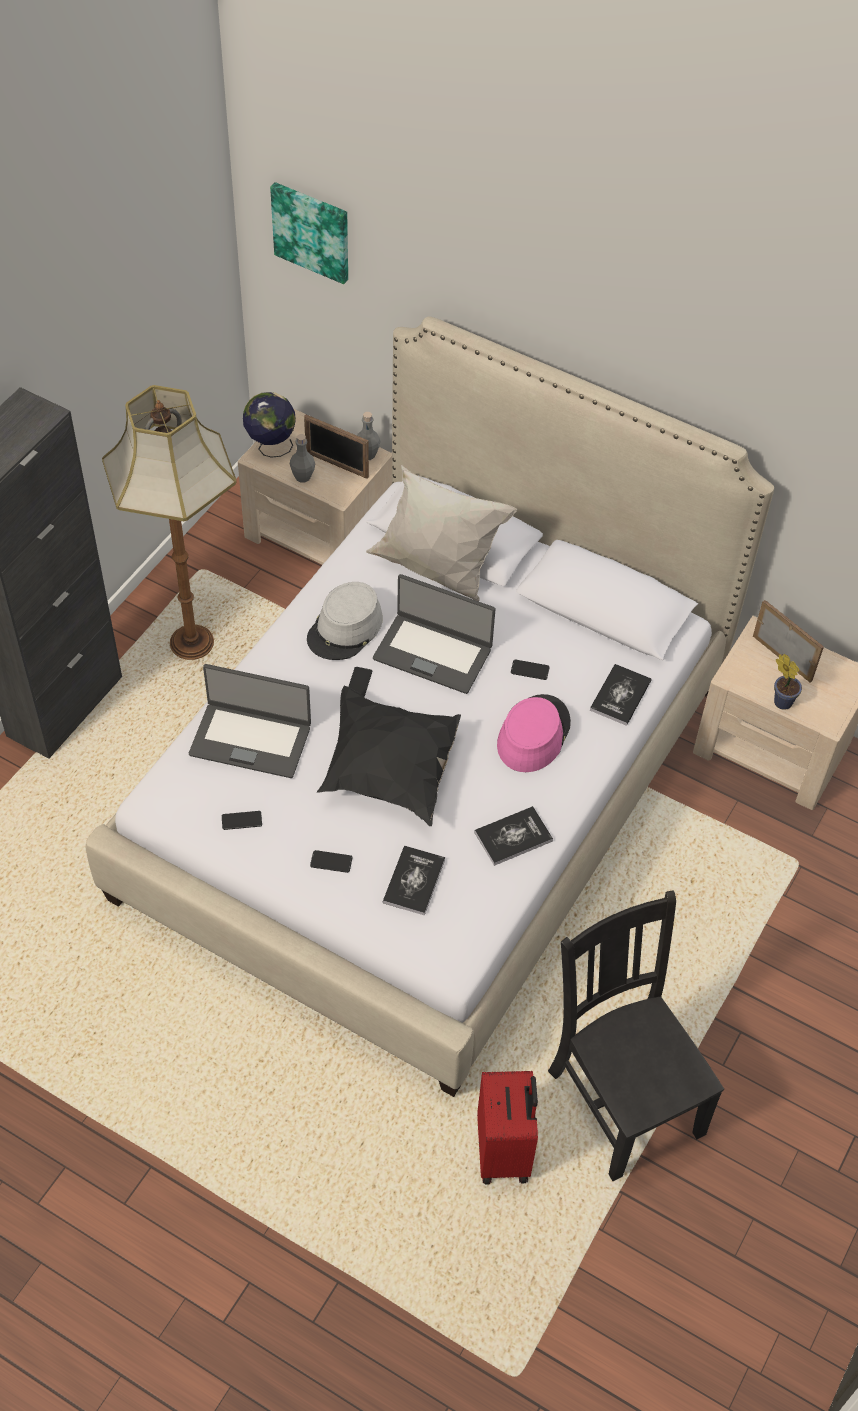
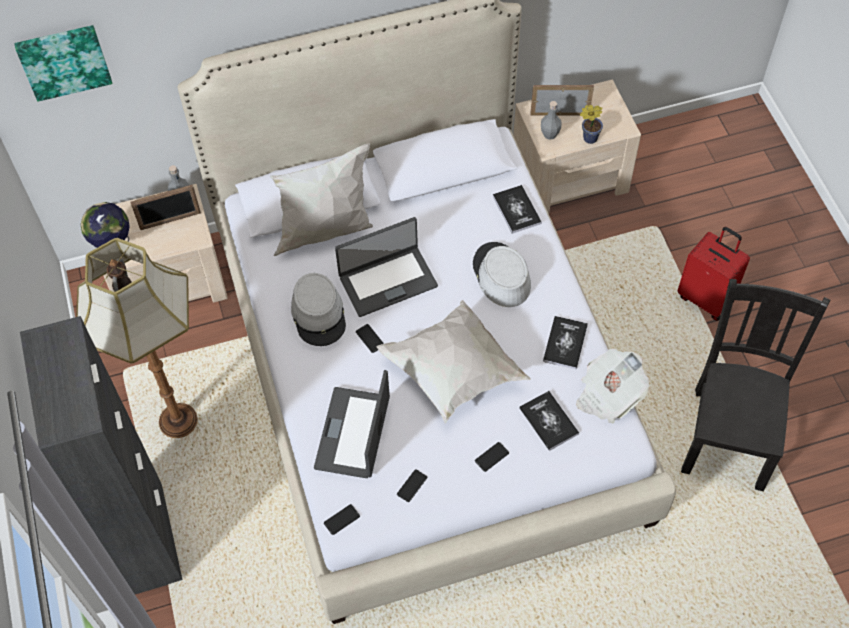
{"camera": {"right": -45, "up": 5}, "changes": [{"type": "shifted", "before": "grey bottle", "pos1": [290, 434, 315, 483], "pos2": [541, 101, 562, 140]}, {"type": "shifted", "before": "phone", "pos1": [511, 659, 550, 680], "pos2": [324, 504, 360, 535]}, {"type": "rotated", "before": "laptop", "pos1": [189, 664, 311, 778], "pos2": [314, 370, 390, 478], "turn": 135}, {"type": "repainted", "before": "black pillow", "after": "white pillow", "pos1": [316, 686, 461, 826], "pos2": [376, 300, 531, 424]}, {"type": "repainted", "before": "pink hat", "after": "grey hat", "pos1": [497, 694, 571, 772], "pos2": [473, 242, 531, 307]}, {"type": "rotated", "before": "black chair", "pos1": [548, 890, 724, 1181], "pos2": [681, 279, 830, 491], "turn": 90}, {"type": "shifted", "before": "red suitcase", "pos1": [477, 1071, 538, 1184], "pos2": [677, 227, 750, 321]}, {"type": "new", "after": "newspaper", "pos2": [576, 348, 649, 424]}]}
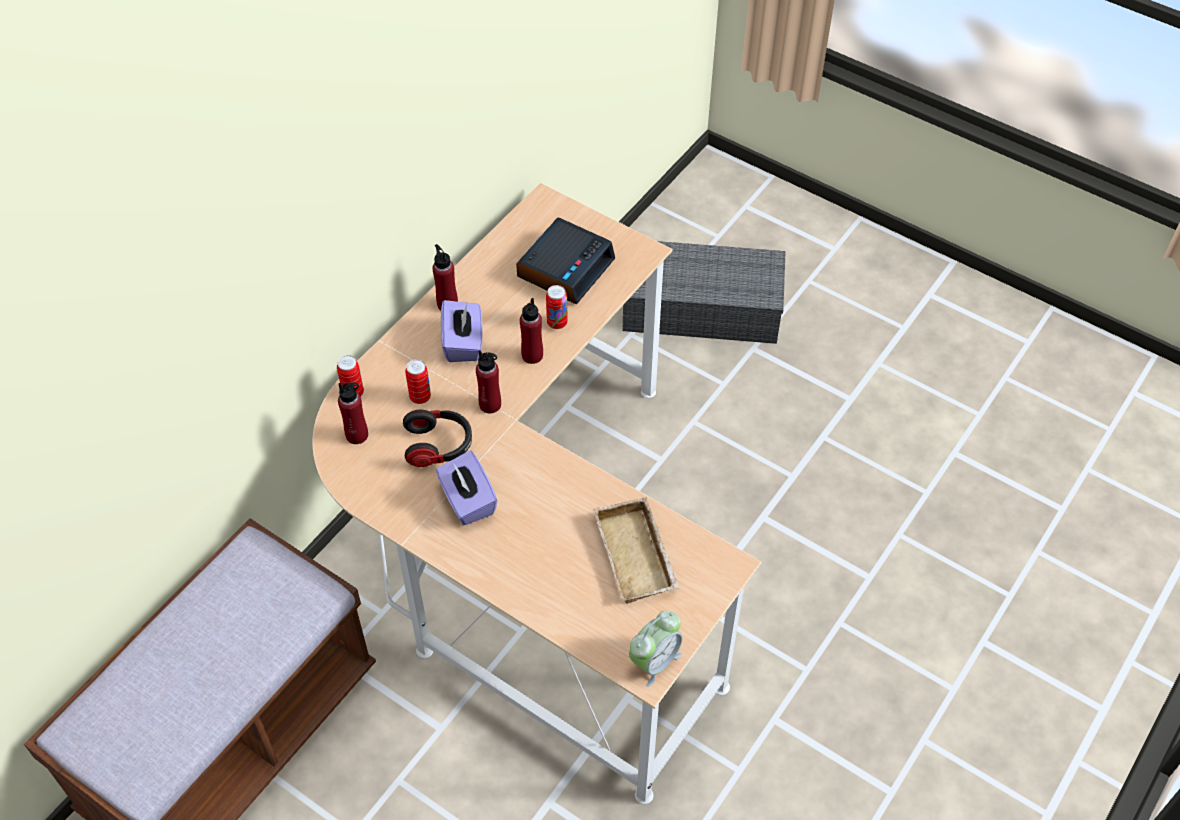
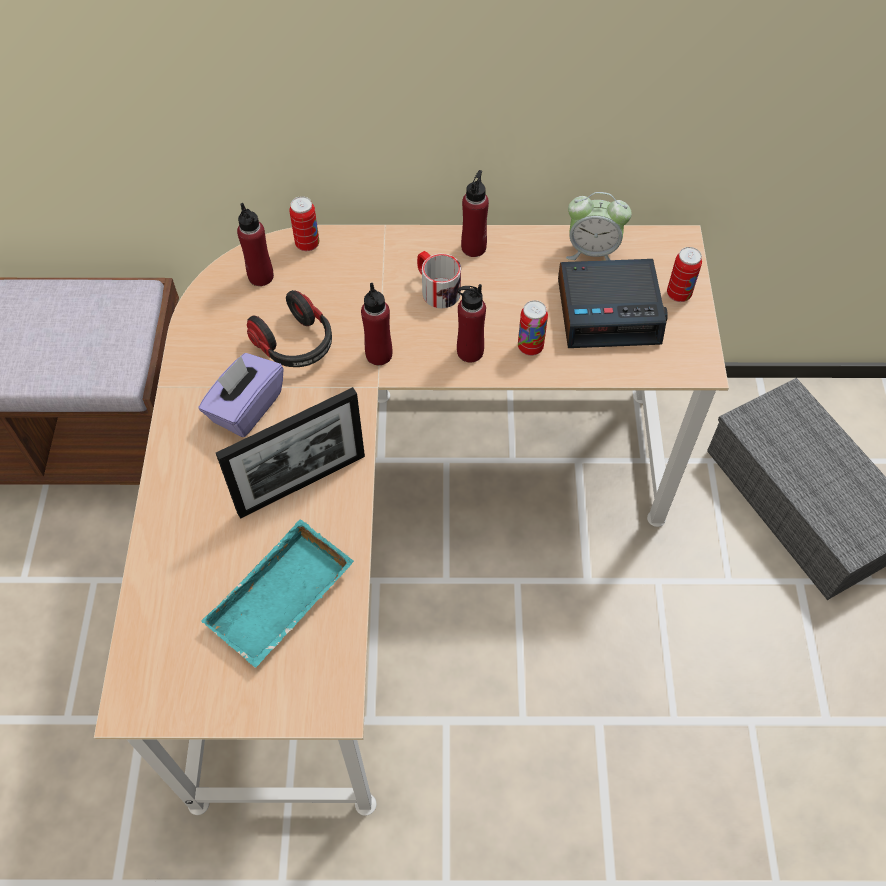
{"camera": {"right": 55, "up": 5}, "changes": [{"type": "swapped", "before": "purple tissue box", "after": "mug", "pos1": [441, 300, 482, 362], "pos2": [417, 251, 461, 308]}, {"type": "shifted", "before": "can", "pos1": [405, 359, 431, 404], "pos2": [667, 247, 702, 302]}, {"type": "repainted", "before": "beige tray", "after": "turquoise tray", "pos1": [593, 497, 679, 604], "pos2": [201, 519, 354, 668]}, {"type": "shifted", "before": "alarm clock", "pos1": [629, 611, 683, 687], "pos2": [566, 192, 632, 260]}, {"type": "new", "after": "picture frame", "pos2": [216, 387, 365, 519]}]}
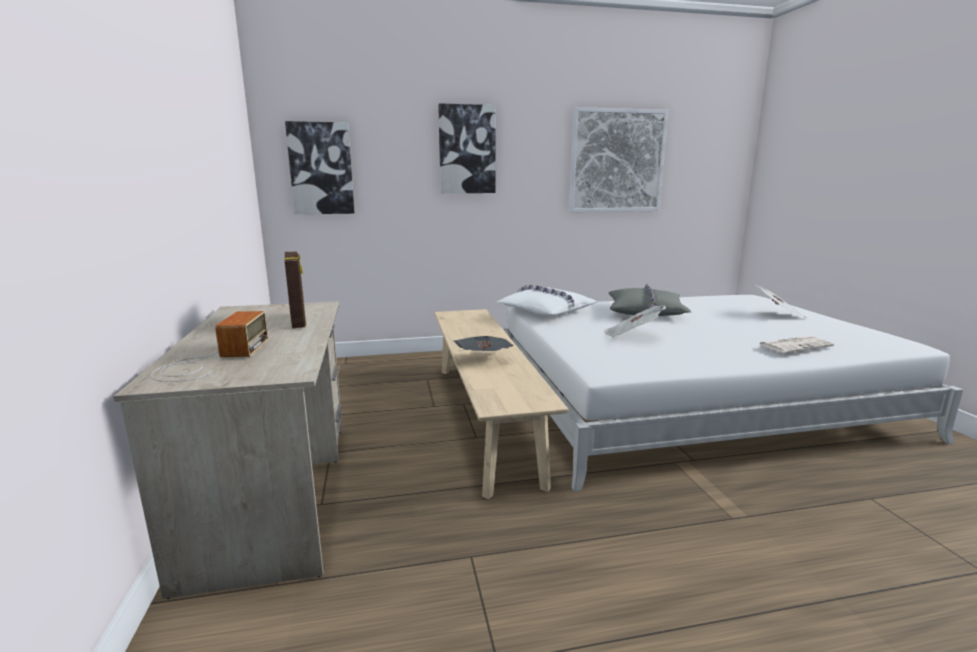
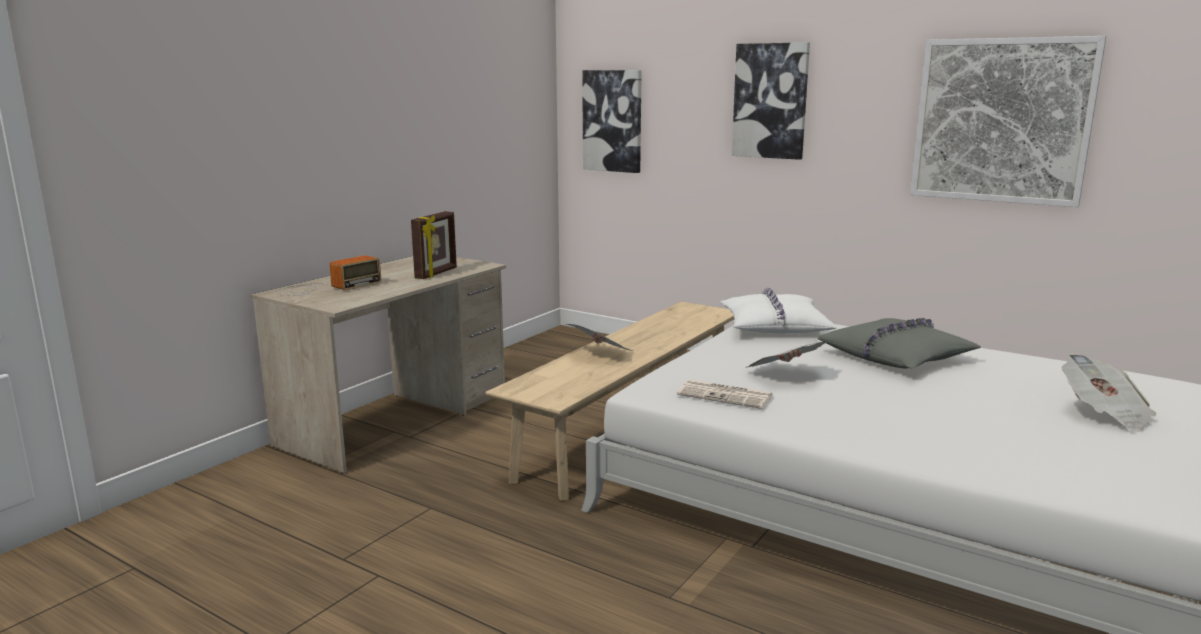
{"camera": {"right": 45, "up": 0}, "changes": [{"type": "shifted", "before": "newspaper", "pos1": [759, 336, 834, 353], "pos2": [677, 380, 773, 409]}]}
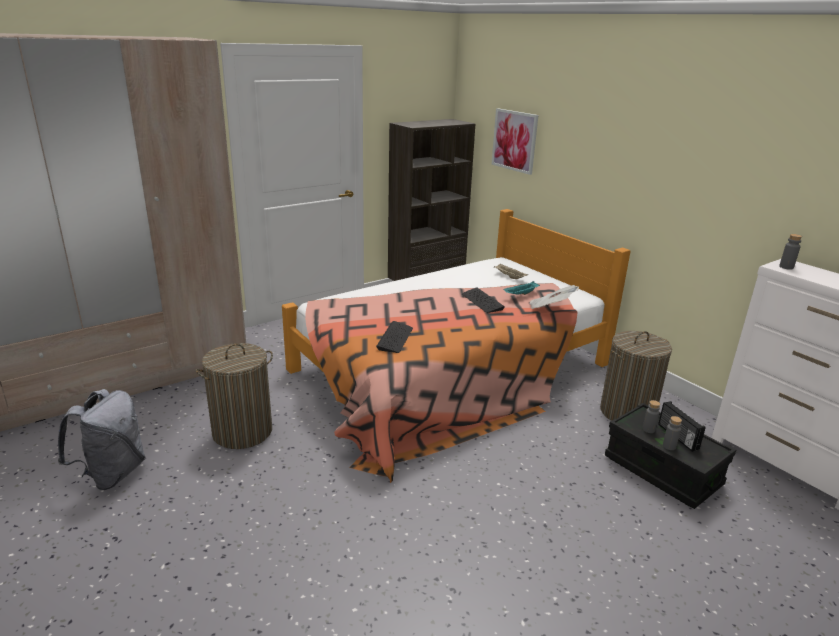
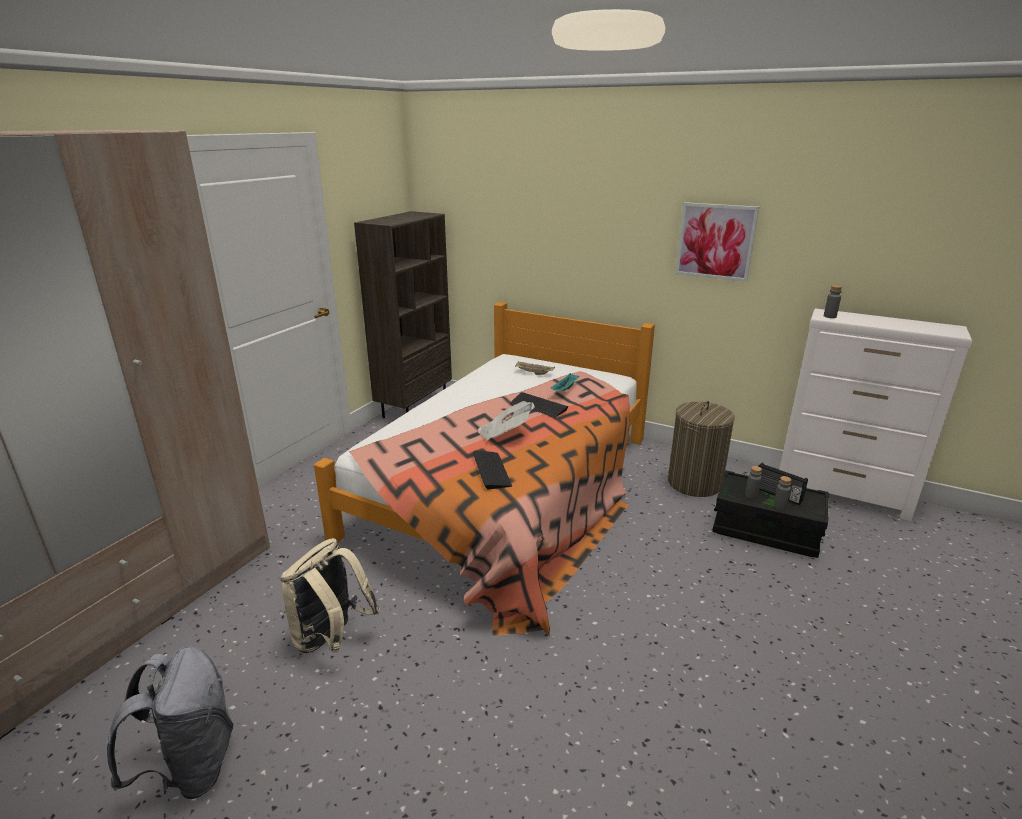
{"camera": {"right": -25, "up": 0}, "changes": [{"type": "shifted", "before": "picture", "pos1": [492, 108, 538, 175], "pos2": [675, 202, 759, 282]}, {"type": "shifted", "before": "newspaper", "pos1": [530, 285, 579, 309], "pos2": [477, 401, 535, 441]}, {"type": "swapped", "before": "laundry basket", "after": "beige backpack", "pos1": [196, 343, 273, 449], "pos2": [280, 538, 380, 653]}]}
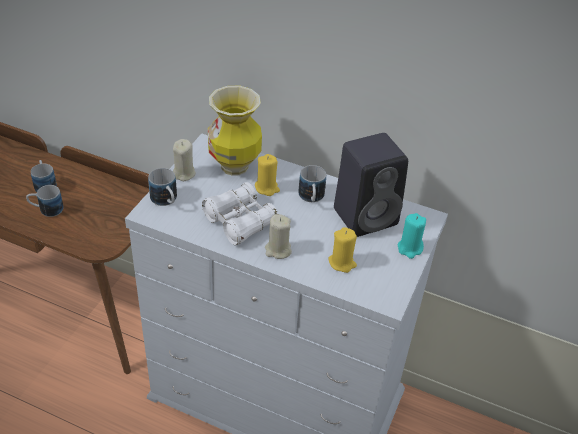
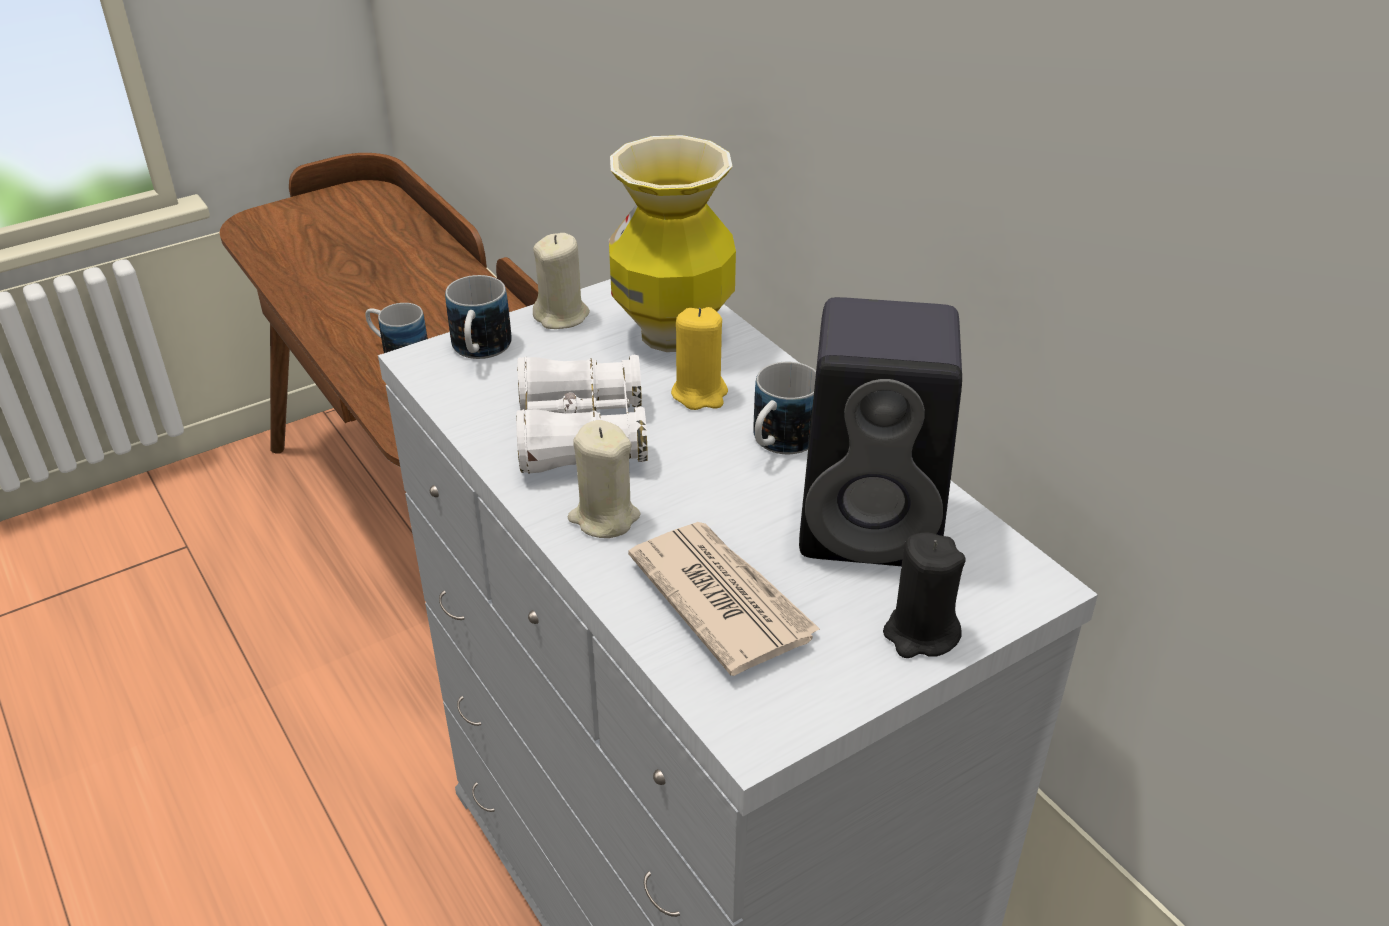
{"camera": {"right": 35, "up": -5}, "changes": [{"type": "gone", "before": "mug", "pos1": [31, 160, 57, 192]}, {"type": "repainted", "before": "turquoise candle", "after": "black candle", "pos1": [397, 213, 426, 259], "pos2": [883, 533, 966, 658]}, {"type": "swapped", "before": "yellow candle", "after": "newspaper", "pos1": [328, 227, 357, 273], "pos2": [628, 522, 820, 676]}]}
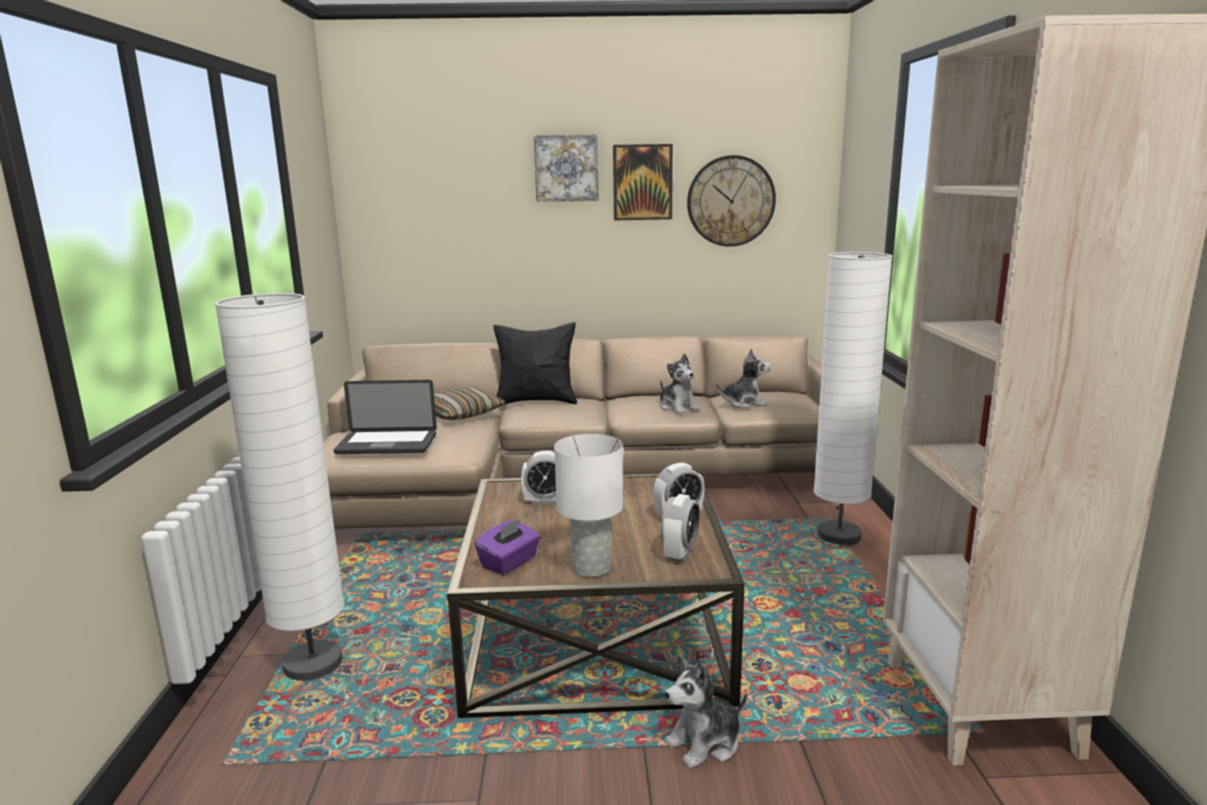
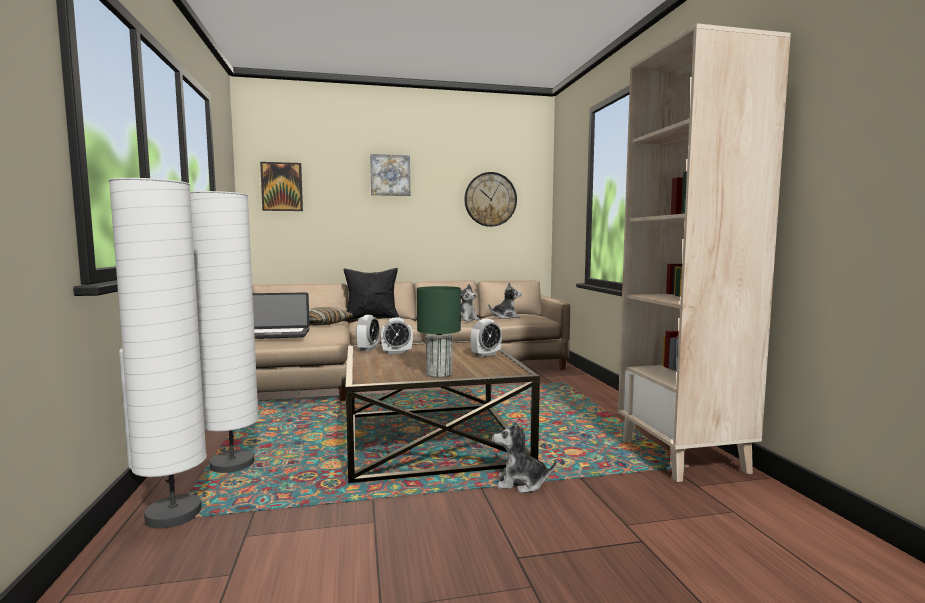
{"camera": {"right": -10, "up": -10}, "changes": [{"type": "shifted", "before": "picture", "pos1": [613, 144, 673, 221], "pos2": [260, 162, 303, 211]}, {"type": "shifted", "before": "white floor lamp", "pos1": [813, 252, 893, 546], "pos2": [109, 178, 207, 529]}, {"type": "repainted", "before": "white table lamp", "after": "green table lamp", "pos1": [554, 434, 623, 578], "pos2": [417, 286, 461, 378]}, {"type": "shifted", "before": "alarm clock", "pos1": [661, 494, 700, 562], "pos2": [356, 315, 380, 351]}, {"type": "gone", "before": "purple tissue box", "pos1": [474, 518, 541, 575]}, {"type": "rotated", "before": "plush toy", "pos1": [664, 656, 747, 769], "pos2": [493, 420, 557, 493], "turn": 45}]}
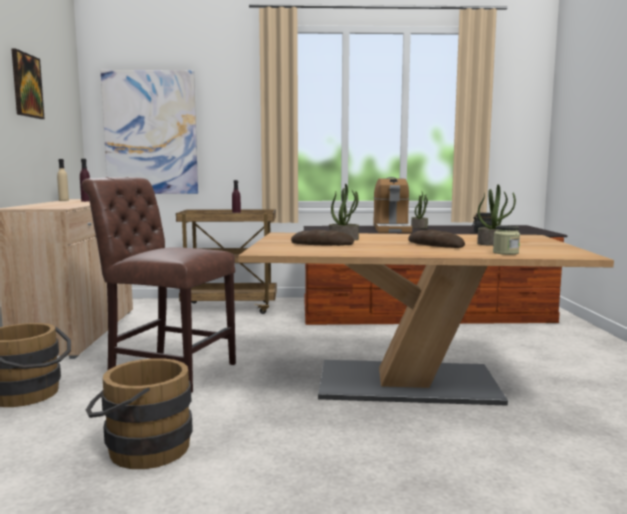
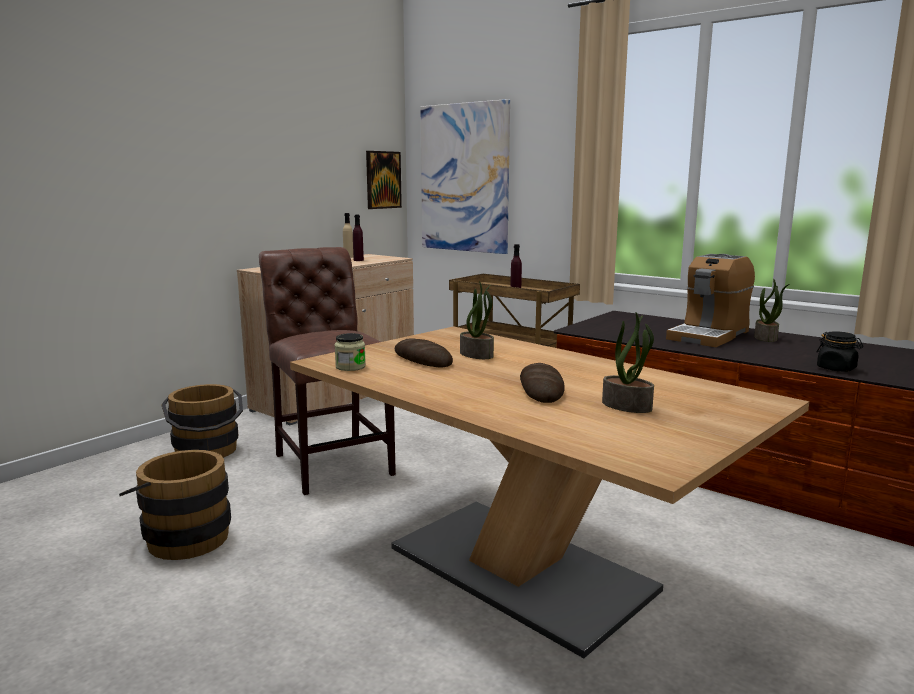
{"camera": {"right": 40, "up": 5}, "changes": [{"type": "shifted", "before": "picture", "pos1": [11, 48, 45, 119], "pos2": [366, 151, 402, 209]}, {"type": "shifted", "before": "jar", "pos1": [493, 226, 520, 255], "pos2": [335, 333, 366, 371]}]}
